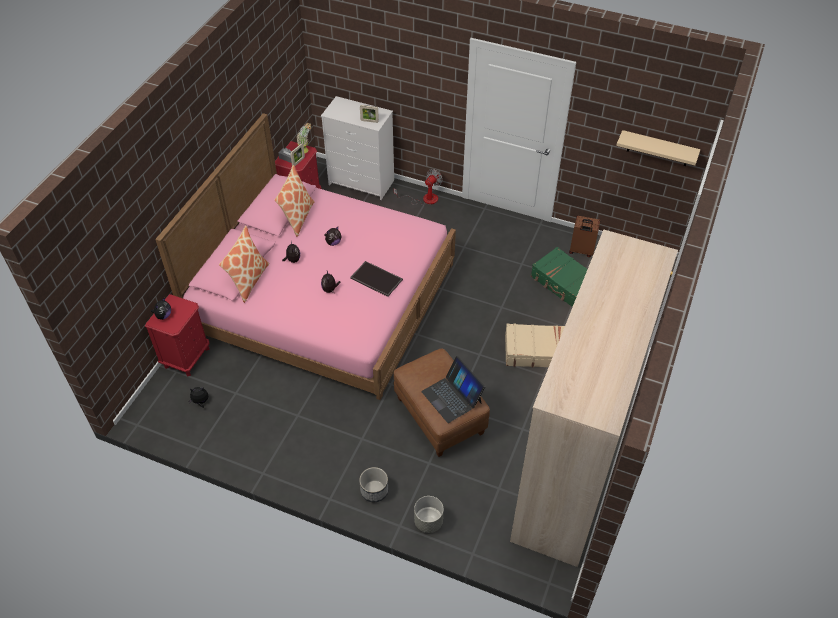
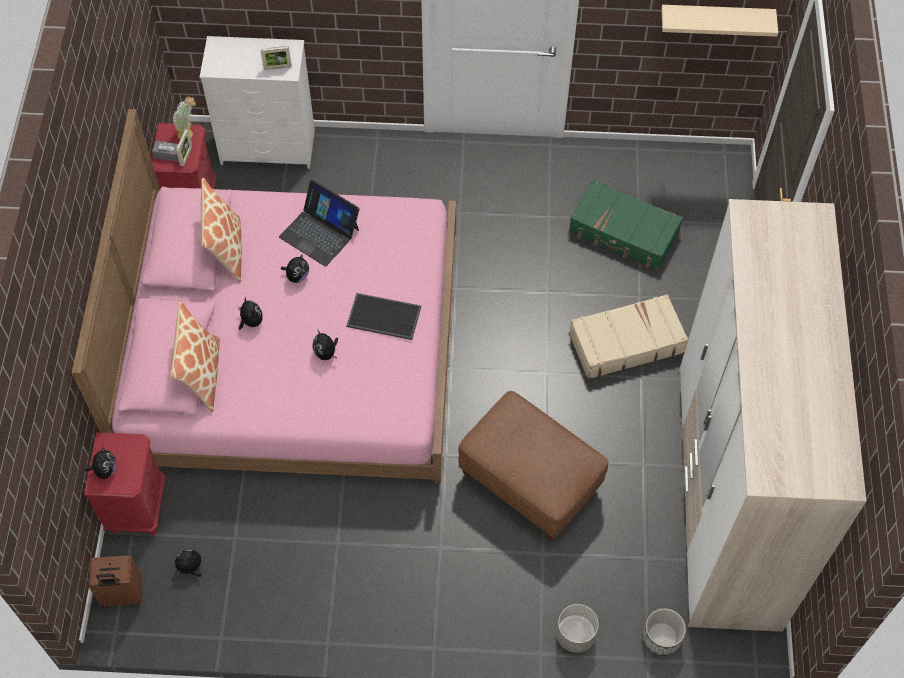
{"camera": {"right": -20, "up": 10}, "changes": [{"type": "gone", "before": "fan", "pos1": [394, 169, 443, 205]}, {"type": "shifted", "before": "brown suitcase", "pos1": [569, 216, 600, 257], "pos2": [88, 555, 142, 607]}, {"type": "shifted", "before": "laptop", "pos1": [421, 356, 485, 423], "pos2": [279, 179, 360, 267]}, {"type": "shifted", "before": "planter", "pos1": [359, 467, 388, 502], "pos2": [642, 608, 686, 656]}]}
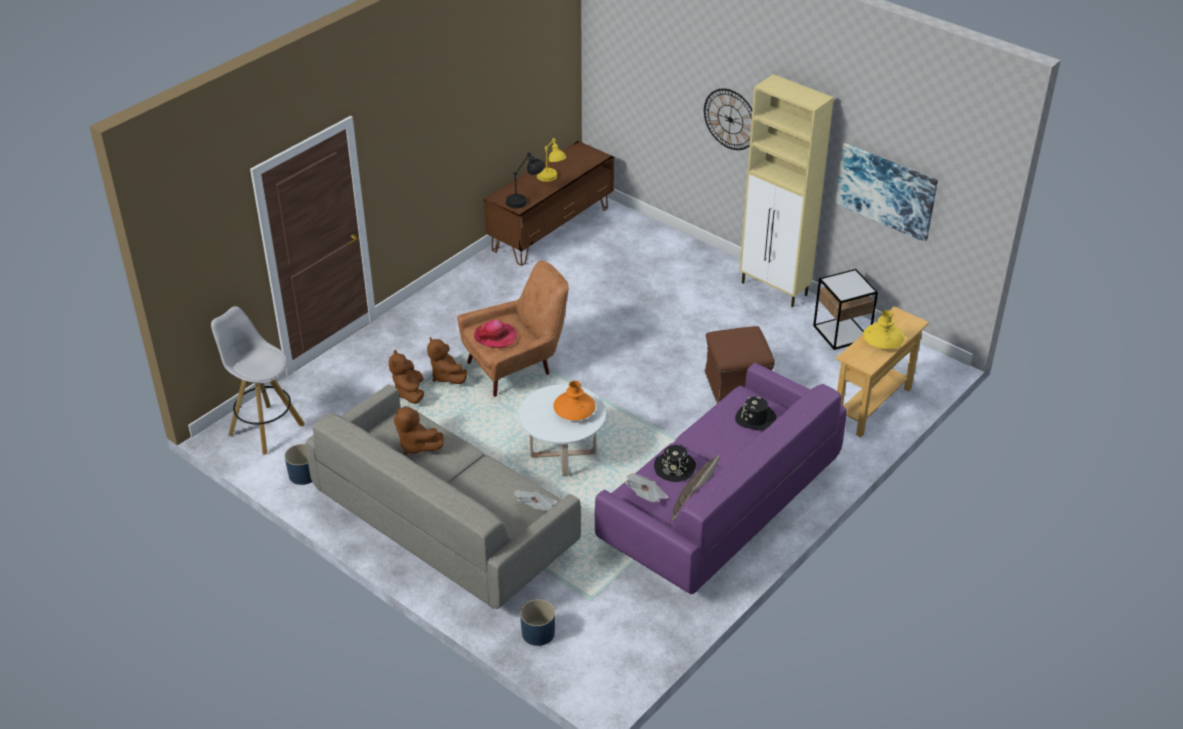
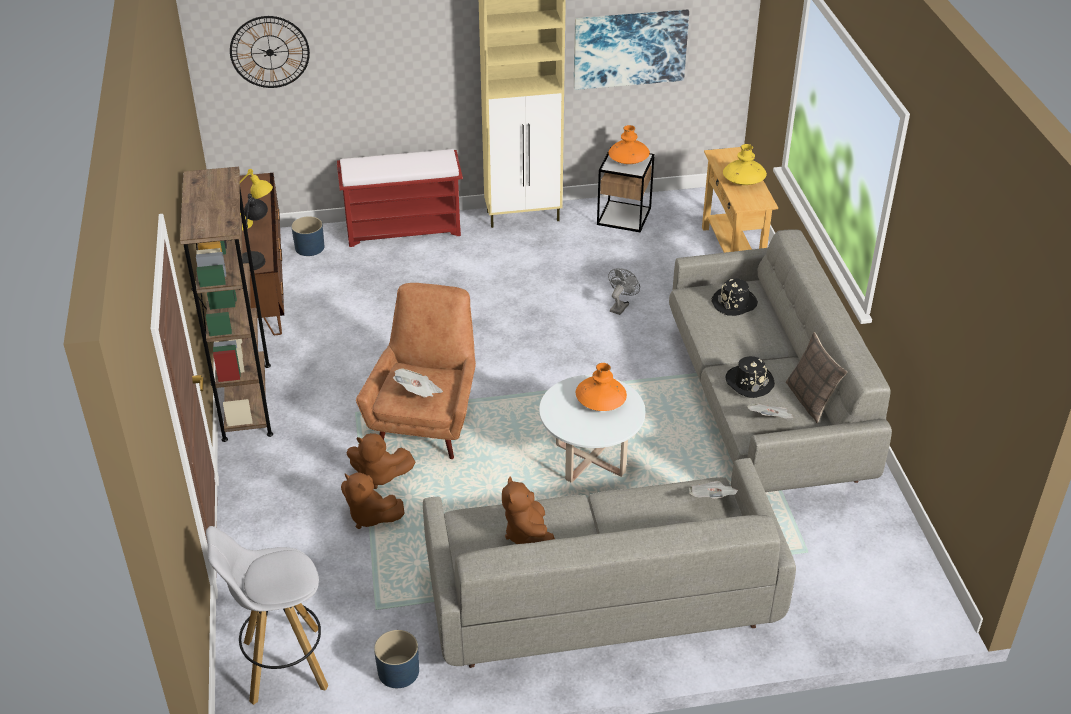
{"camera": {"right": -50, "up": 0}, "changes": [{"type": "shifted", "before": "wall clock", "pos1": [704, 89, 752, 150], "pos2": [230, 16, 310, 88]}, {"type": "swapped", "before": "hat", "after": "newspaper", "pos1": [474, 320, 517, 348], "pos2": [392, 368, 443, 398]}, {"type": "swapped", "before": "brown ottoman", "after": "grey fan", "pos1": [705, 326, 775, 403], "pos2": [608, 268, 640, 315]}, {"type": "repainted", "before": "purple sofa", "after": "grey sofa", "pos1": [595, 363, 847, 594], "pos2": [669, 229, 892, 492]}, {"type": "rotated", "before": "brown plush toy", "pos1": [394, 407, 444, 455], "pos2": [502, 476, 555, 544], "turn": 90}, {"type": "shifted", "before": "blue planter", "pos1": [520, 599, 555, 646], "pos2": [291, 216, 324, 256]}, {"type": "new", "after": "orange vase", "pos2": [608, 125, 650, 164]}, {"type": "new", "after": "red bench", "pos2": [337, 149, 463, 247]}, {"type": "new", "after": "brown bookcase", "pos2": [180, 167, 273, 442]}]}
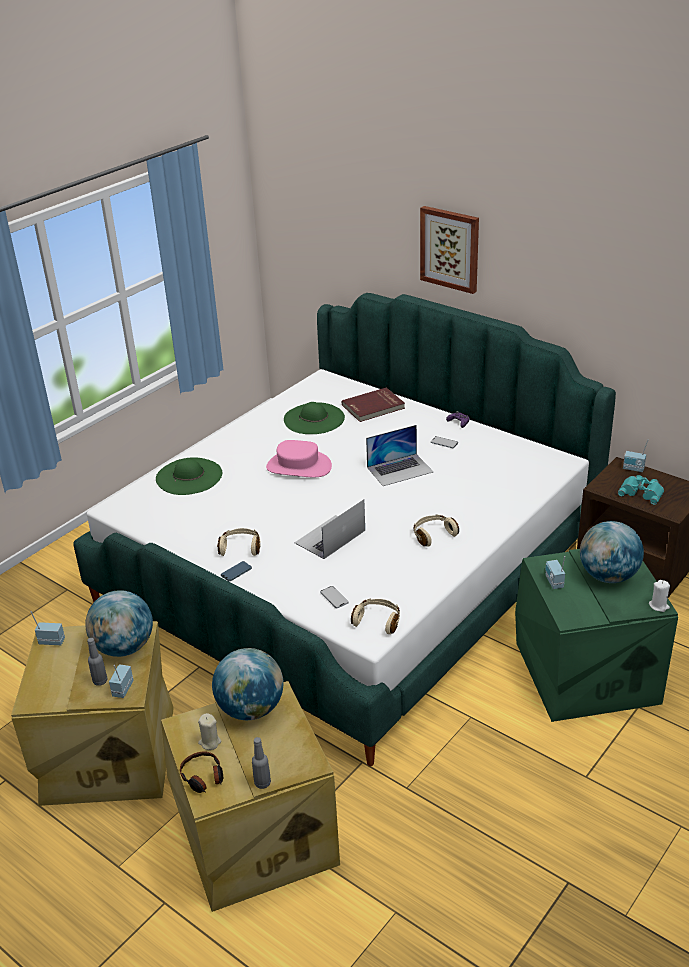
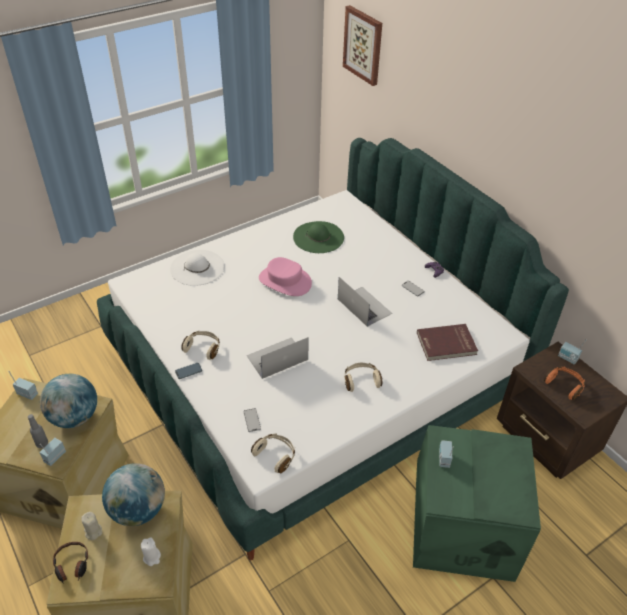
{"camera": {"right": 15, "up": 10}, "changes": [{"type": "shifted", "before": "picture", "pos1": [420, 206, 479, 294], "pos2": [343, 5, 382, 86]}, {"type": "shifted", "before": "red book", "pos1": [342, 387, 405, 422], "pos2": [417, 324, 478, 361]}, {"type": "rotated", "before": "laptop", "pos1": [366, 425, 433, 486], "pos2": [338, 277, 392, 327], "turn": -120}, {"type": "repainted", "before": "green hat", "after": "white hat", "pos1": [156, 457, 222, 495], "pos2": [170, 250, 225, 286]}, {"type": "swapped", "before": "turquoise binoculars", "after": "orange headphones", "pos1": [618, 475, 664, 505], "pos2": [544, 367, 585, 400]}, {"type": "gone", "before": "globe", "pos1": [580, 521, 644, 583]}, {"type": "shifted", "before": "white candle", "pos1": [649, 580, 670, 612], "pos2": [141, 538, 161, 566]}, {"type": "gone", "before": "grey bottle", "pos1": [252, 737, 271, 789]}]}
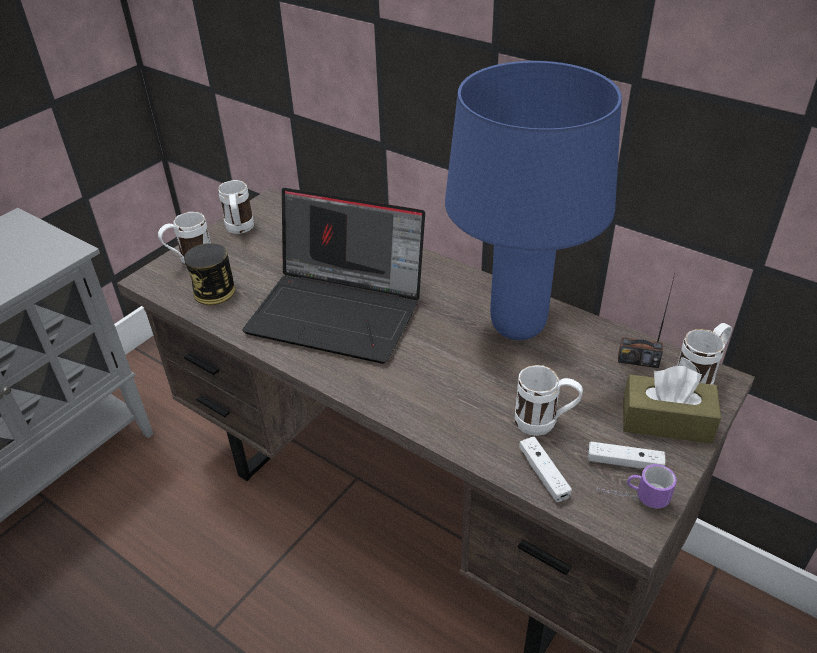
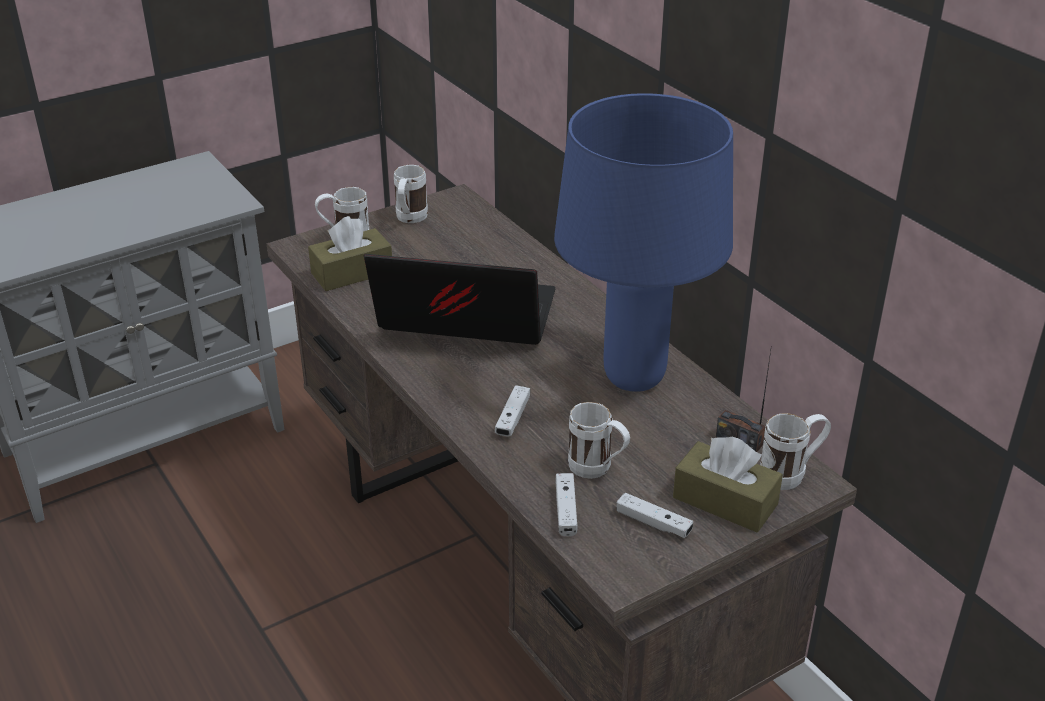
{"camera": {"right": 20, "up": -5}, "changes": [{"type": "rotated", "before": "laptop", "pos1": [243, 188, 425, 364], "pos2": [364, 254, 555, 345], "turn": 150}, {"type": "swapped", "before": "can", "after": "brown tissue box", "pos1": [184, 243, 235, 305], "pos2": [308, 216, 392, 291]}, {"type": "gone", "before": "mug", "pos1": [596, 464, 677, 509]}, {"type": "new", "after": "white game controller", "pos2": [495, 385, 530, 436]}]}
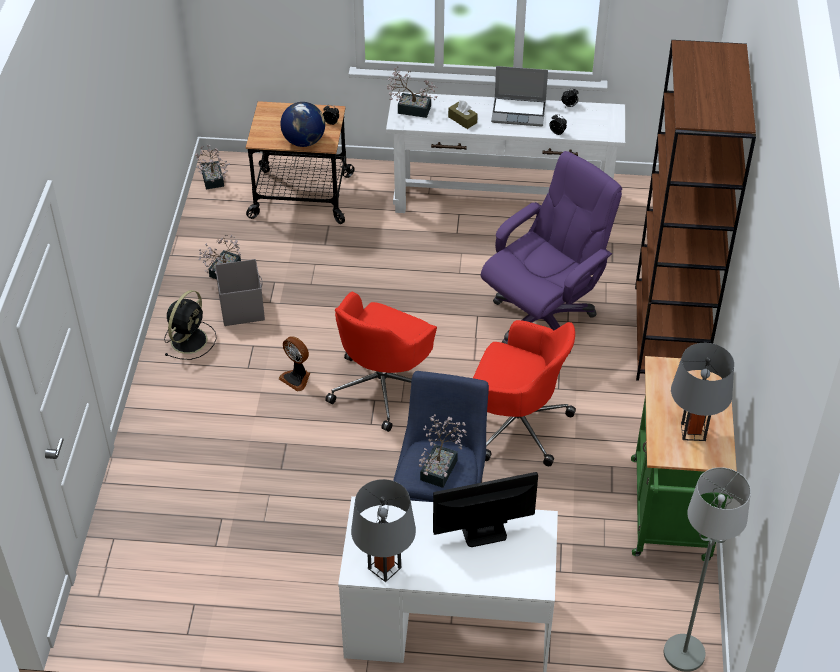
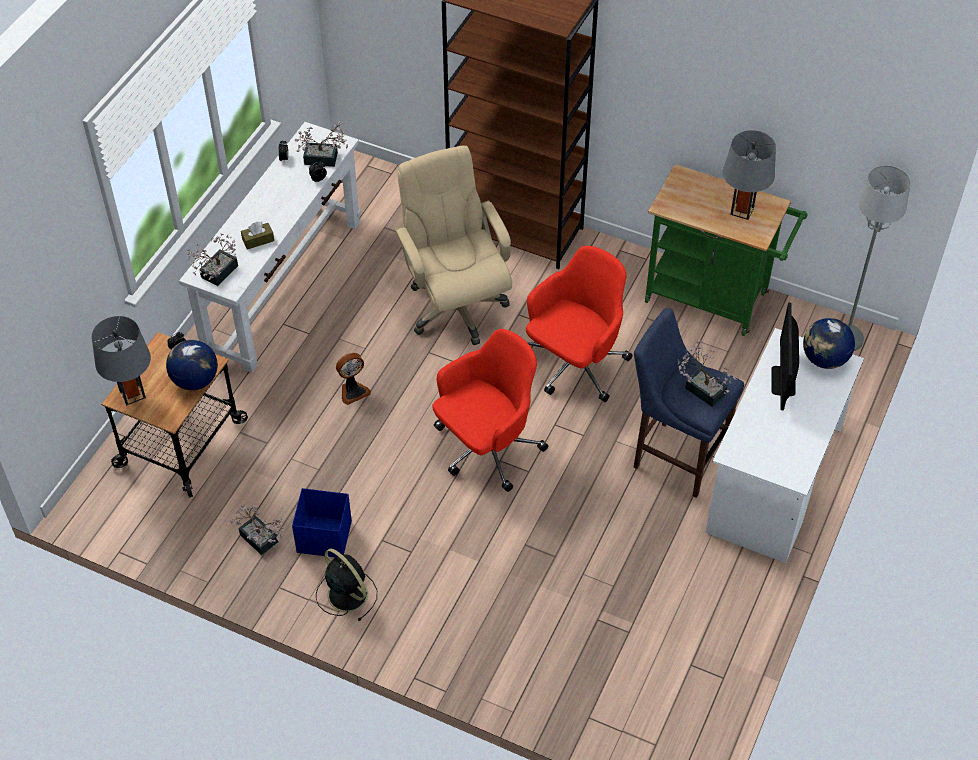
{"camera": {"right": -70, "up": 5}, "changes": [{"type": "gone", "before": "laptop", "pos1": [491, 66, 548, 126]}, {"type": "shifted", "before": "potted plant", "pos1": [195, 145, 230, 190], "pos2": [295, 121, 348, 167]}, {"type": "repainted", "before": "purple office chair", "after": "beige office chair", "pos1": [481, 151, 622, 354], "pos2": [395, 146, 512, 345]}, {"type": "repainted", "before": "grey storage box", "after": "blue storage box", "pos1": [215, 259, 265, 326], "pos2": [292, 488, 352, 557]}, {"type": "rotated", "before": "red office chair", "pos1": [325, 292, 437, 432], "pos2": [432, 329, 548, 492], "turn": -90}, {"type": "shifted", "before": "fan", "pos1": [279, 336, 310, 392], "pos2": [336, 353, 371, 405]}, {"type": "shifted", "before": "grey table lamp", "pos1": [351, 479, 416, 582], "pos2": [92, 316, 151, 406]}, {"type": "new", "after": "globe", "pos2": [803, 318, 855, 369]}]}
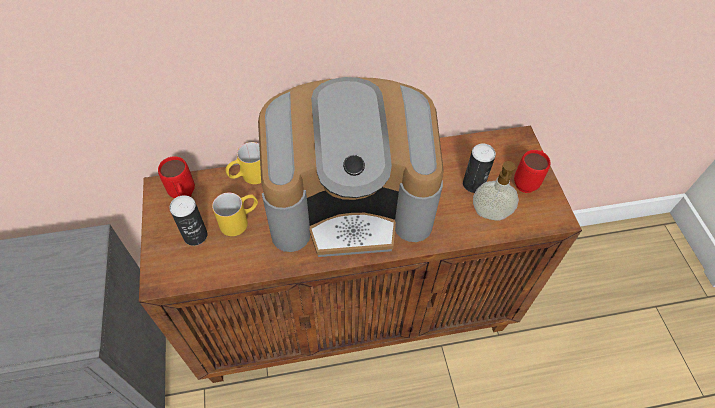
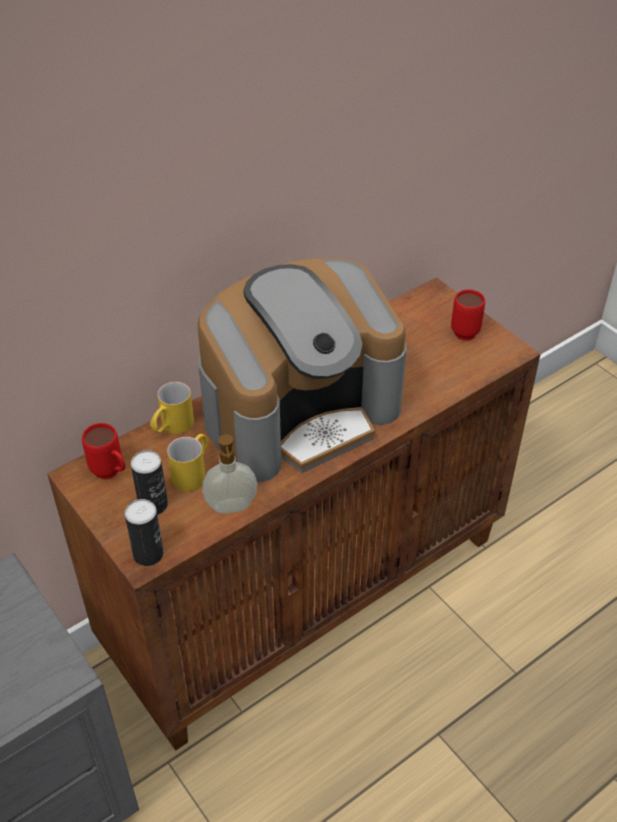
{"camera": {"right": -25, "up": -10}, "changes": [{"type": "shifted", "before": "can", "pos1": [463, 143, 496, 193], "pos2": [125, 499, 164, 566]}, {"type": "shifted", "before": "soap dispenser", "pos1": [473, 161, 519, 221], "pos2": [202, 434, 257, 514]}]}
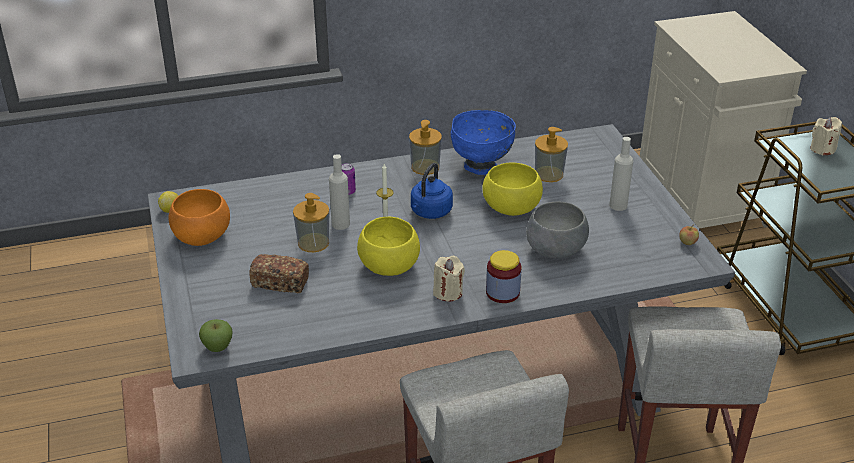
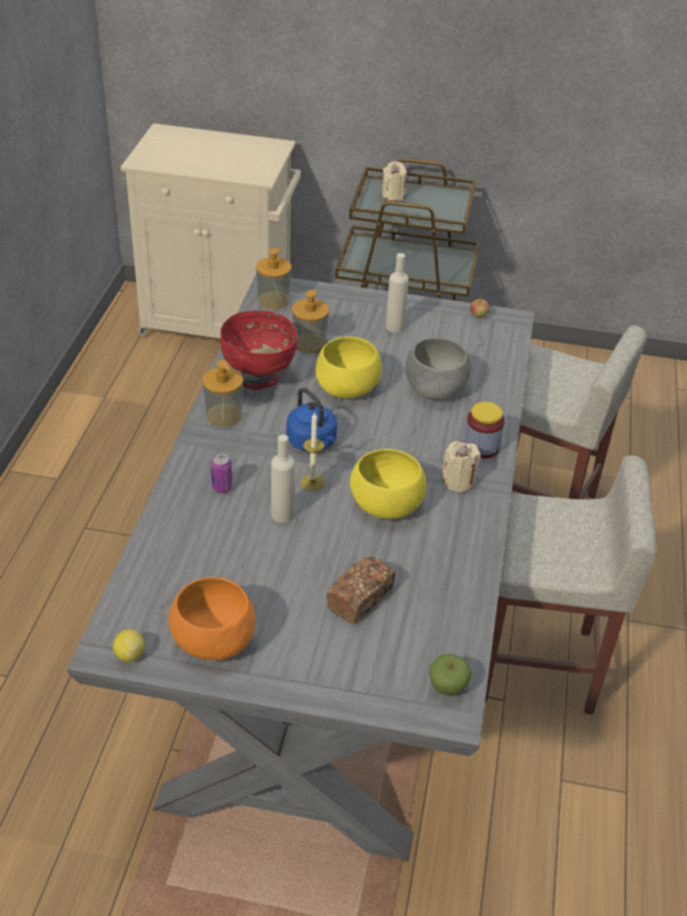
{"camera": {"right": -65, "up": 5}, "changes": [{"type": "repainted", "before": "blue bowl", "after": "red bowl", "pos1": [450, 110, 516, 175], "pos2": [220, 310, 297, 390]}, {"type": "shifted", "before": "soap dispenser", "pos1": [293, 193, 329, 252], "pos2": [256, 248, 292, 309]}]}
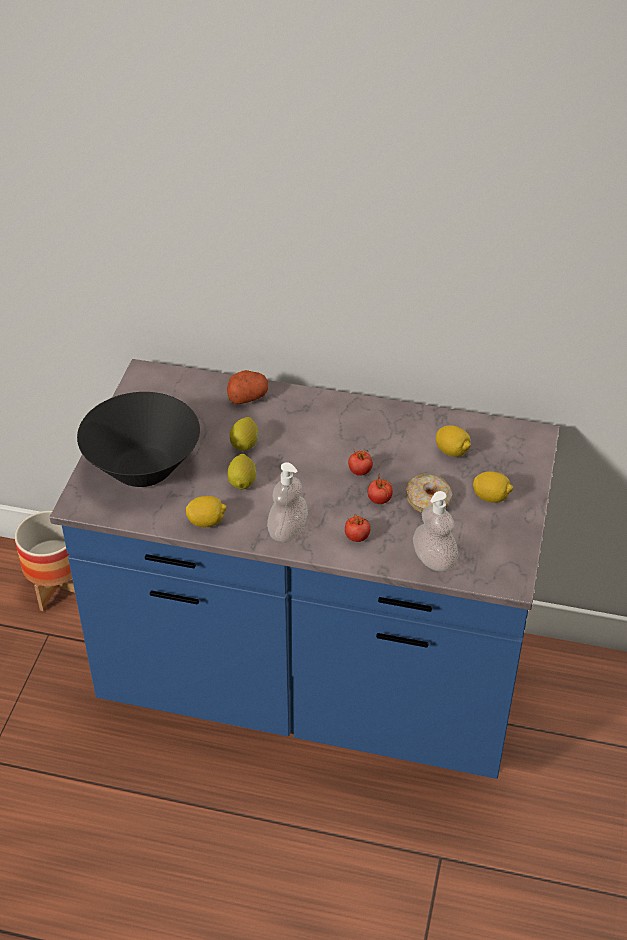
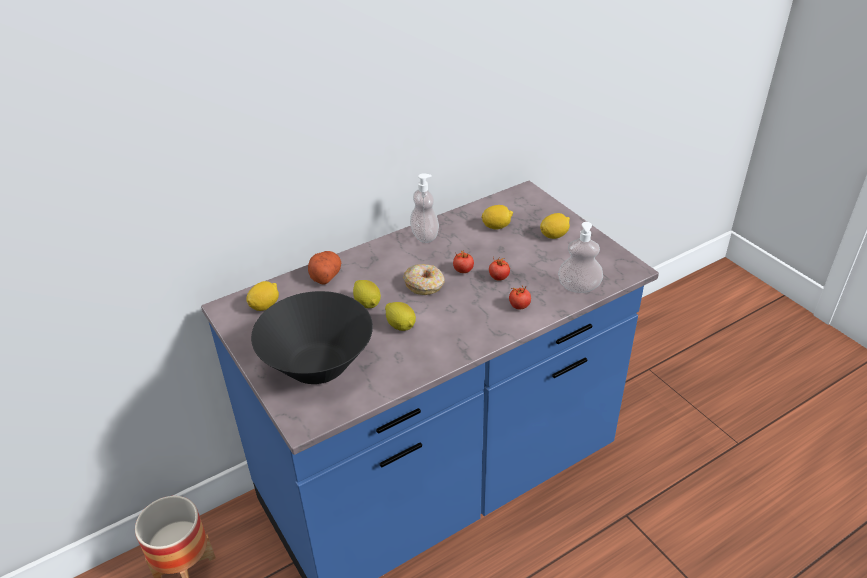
{"camera": {"right": -45, "up": -5}, "changes": [{"type": "shifted", "before": "soap dispenser", "pos1": [267, 462, 308, 542], "pos2": [410, 173, 439, 243]}, {"type": "shifted", "before": "donut", "pos1": [406, 473, 452, 513], "pos2": [403, 264, 445, 295]}, {"type": "shifted", "before": "lemon", "pos1": [185, 496, 227, 527], "pos2": [246, 281, 279, 311]}]}
